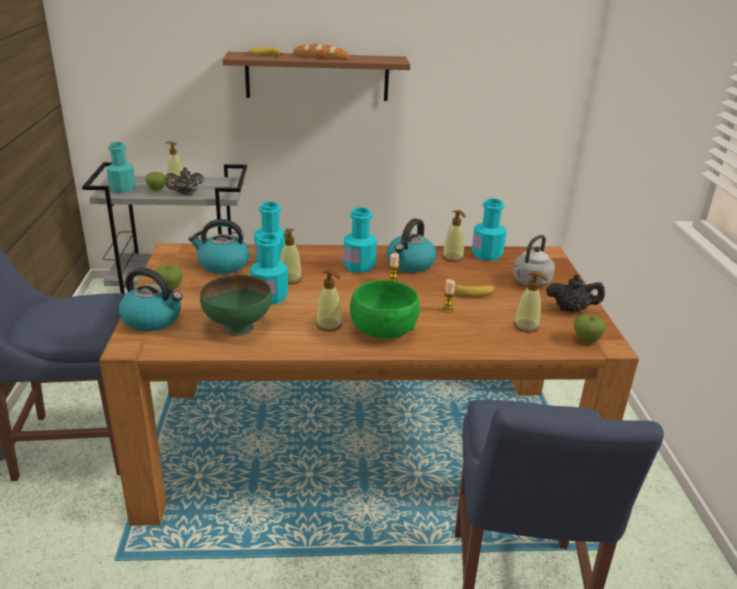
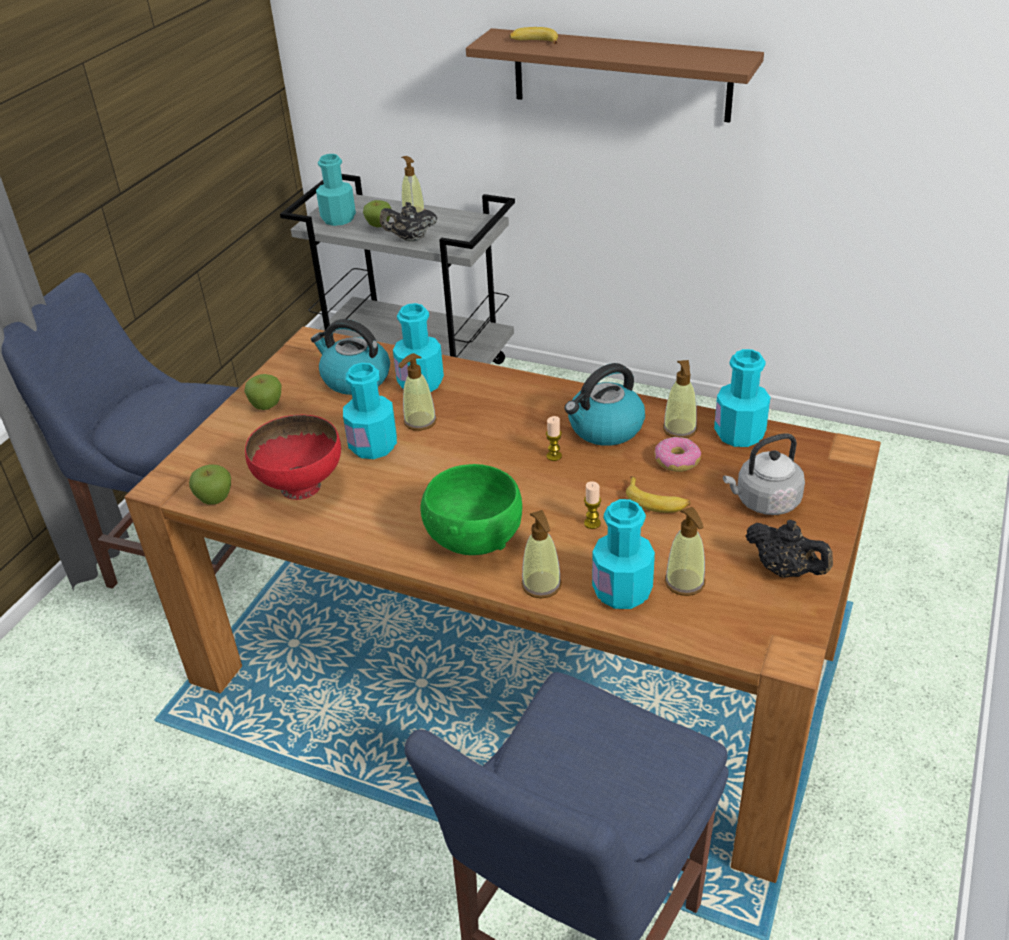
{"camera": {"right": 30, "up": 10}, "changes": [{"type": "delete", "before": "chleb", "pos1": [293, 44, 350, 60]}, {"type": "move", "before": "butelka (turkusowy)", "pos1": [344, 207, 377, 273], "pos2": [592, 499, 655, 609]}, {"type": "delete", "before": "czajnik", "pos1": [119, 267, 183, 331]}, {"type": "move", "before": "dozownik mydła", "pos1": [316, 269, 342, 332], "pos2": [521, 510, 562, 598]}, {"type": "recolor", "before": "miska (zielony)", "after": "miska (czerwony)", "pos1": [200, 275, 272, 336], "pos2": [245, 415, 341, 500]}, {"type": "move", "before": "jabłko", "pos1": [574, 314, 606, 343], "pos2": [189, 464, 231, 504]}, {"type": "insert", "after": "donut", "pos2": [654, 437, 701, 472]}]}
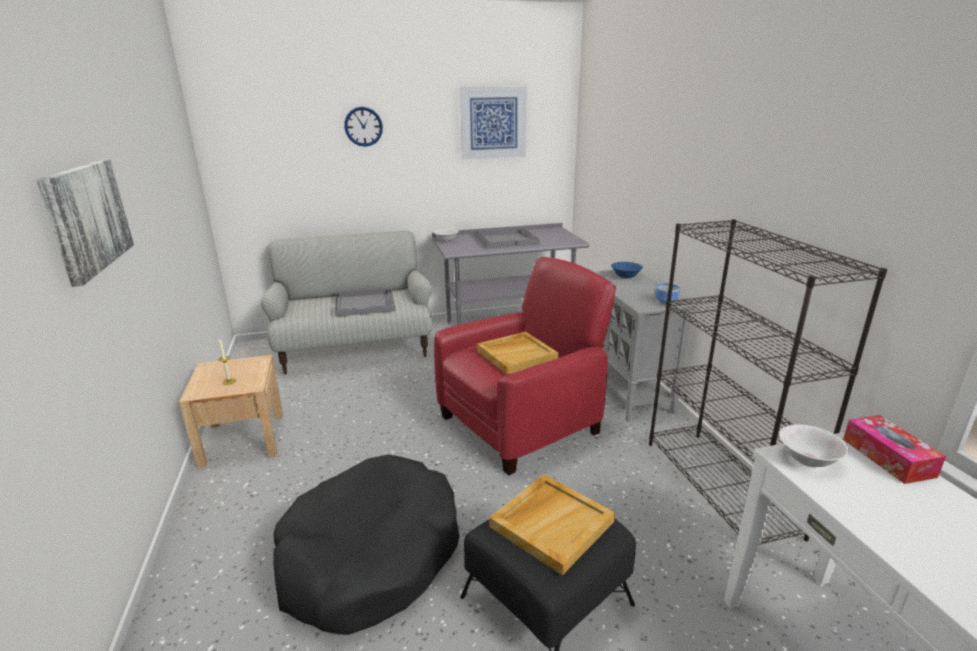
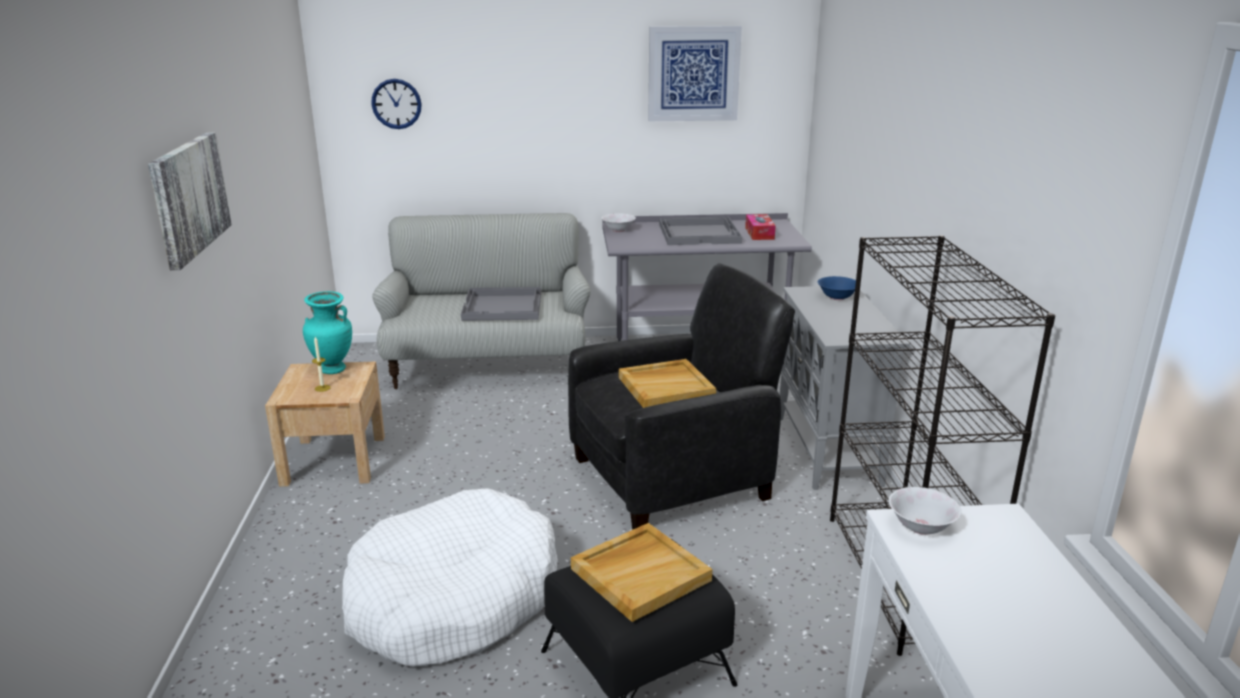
{"camera": {"right": 10, "up": 0}, "changes": [{"type": "move", "before": "zegar ścienny", "pos1": [344, 107, 383, 147], "pos2": [371, 79, 422, 129]}, {"type": "recolor", "before": "fotel (czerwony)", "after": "fotel (czarny)", "pos1": [434, 257, 616, 475], "pos2": [568, 263, 795, 529]}, {"type": "delete", "before": "miska", "pos1": [655, 283, 680, 304]}, {"type": "move", "before": "pudełko chusteczek", "pos1": [843, 415, 946, 484], "pos2": [745, 214, 776, 240]}, {"type": "recolor", "before": "legowisko (czarny)", "after": "legowisko (biały)", "pos1": [273, 454, 459, 635], "pos2": [342, 488, 558, 667]}, {"type": "insert", "after": "wazon (turkusowy)", "pos2": [303, 291, 352, 374]}]}
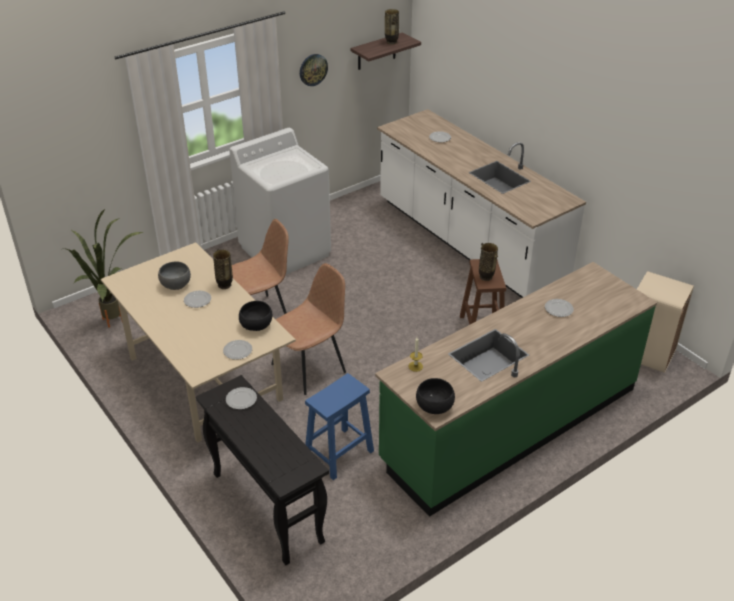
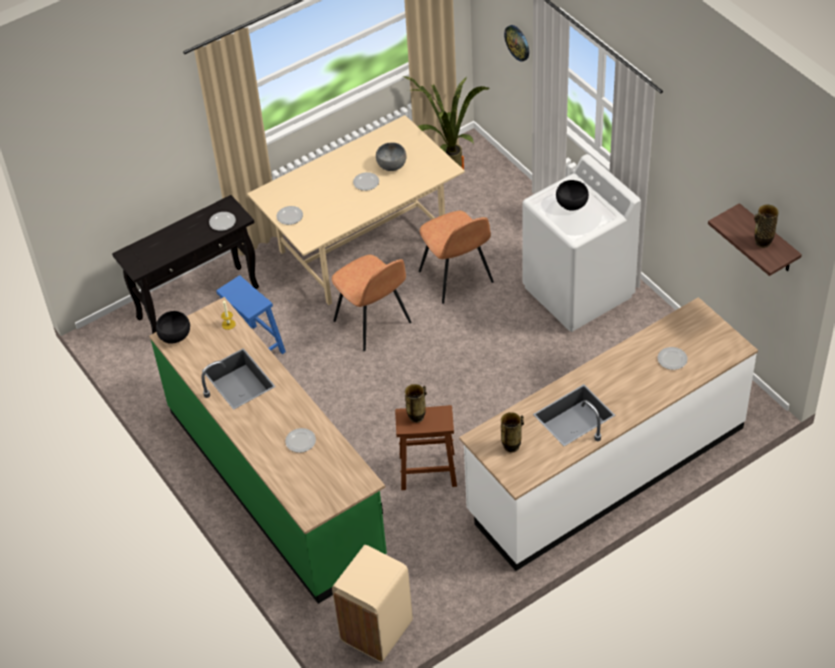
{"camera": {"right": 95, "up": 10}, "changes": [{"type": "move", "before": "zegar ścienny", "pos1": [300, 54, 328, 86], "pos2": [504, 25, 529, 62]}, {"type": "move", "before": "wazon", "pos1": [213, 249, 233, 289], "pos2": [501, 412, 524, 453]}, {"type": "move", "before": "miska (czarny)", "pos1": [239, 301, 272, 331], "pos2": [556, 180, 589, 211]}]}
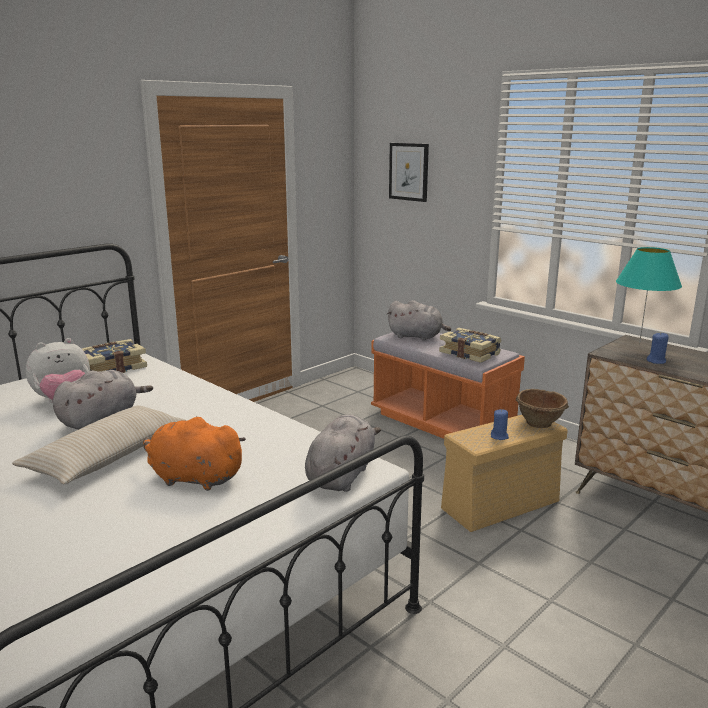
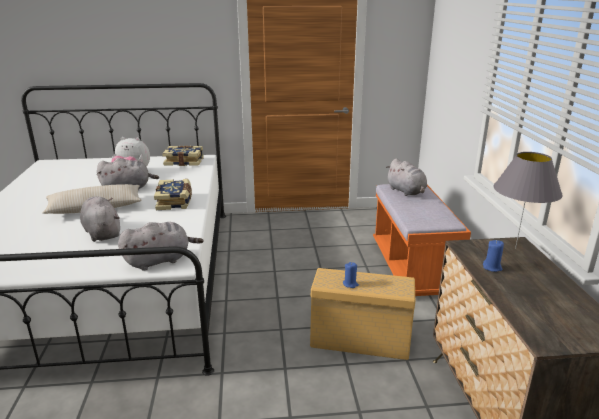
{"camera": {"right": 40, "up": 5}, "changes": [{"type": "delete", "before": "obraz", "pos1": [389, 143, 429, 202]}, {"type": "recolor", "before": "lampa stołowa (turkusowy)", "after": "lampa stołowa (szary)", "pos1": [616, 247, 682, 345], "pos2": [494, 152, 563, 249]}, {"type": "move", "before": "książka", "pos1": [439, 328, 501, 363], "pos2": [154, 179, 192, 210]}, {"type": "delete", "before": "miska (brązowy)", "pos1": [516, 389, 569, 428]}, {"type": "recolor", "before": "pluszak (pomarańczowy)", "after": "pluszak (szary)", "pos1": [143, 417, 246, 491], "pos2": [80, 196, 120, 242]}]}
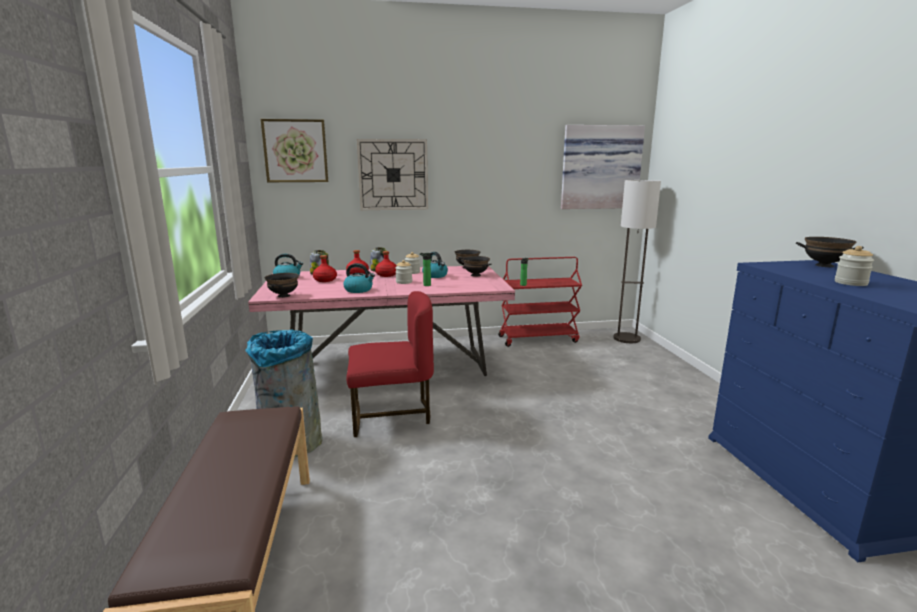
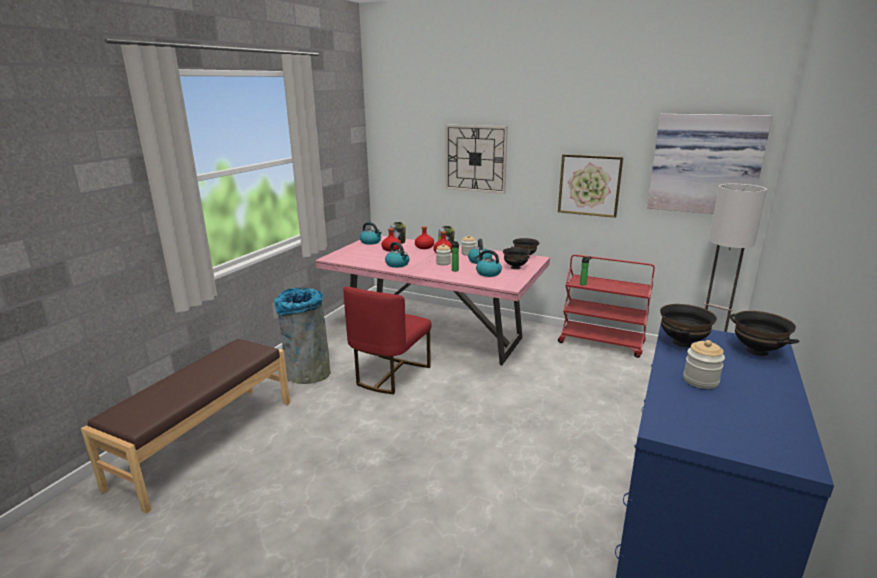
{"camera": {"right": 35, "up": 5}, "changes": [{"type": "move", "before": "obraz", "pos1": [261, 119, 328, 182], "pos2": [558, 154, 623, 218]}, {"type": "move", "before": "miska (czarny)", "pos1": [265, 273, 299, 298], "pos2": [660, 304, 717, 347]}, {"type": "rotate", "before": "krzesło (czerwony)", "pos1": [346, 291, 434, 437], "pos2": [344, 286, 431, 394], "turn": 90}, {"type": "insert", "after": "czajnik", "pos2": [474, 250, 502, 277]}]}
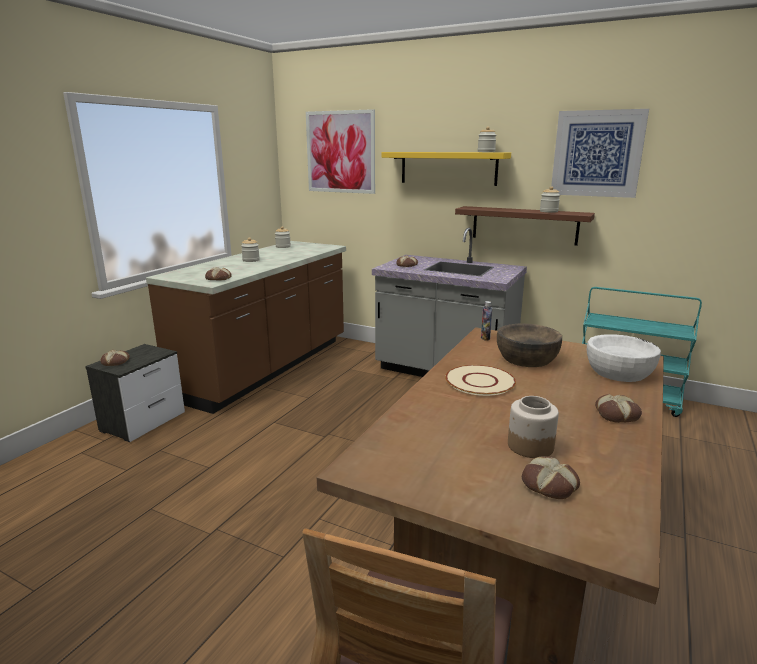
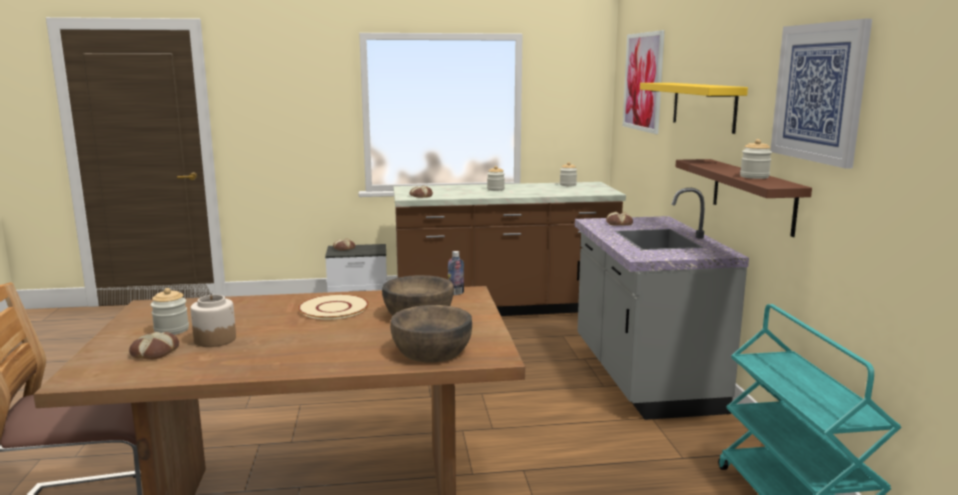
{"camera": {"right": 55, "up": -5}, "changes": [{"type": "move", "before": "słoik", "pos1": [478, 126, 496, 152], "pos2": [151, 288, 189, 335]}, {"type": "recolor", "before": "miska (biały)", "after": "miska (brązowy)", "pos1": [587, 334, 661, 382], "pos2": [390, 305, 472, 363]}, {"type": "delete", "before": "chleb", "pos1": [595, 394, 642, 423]}]}
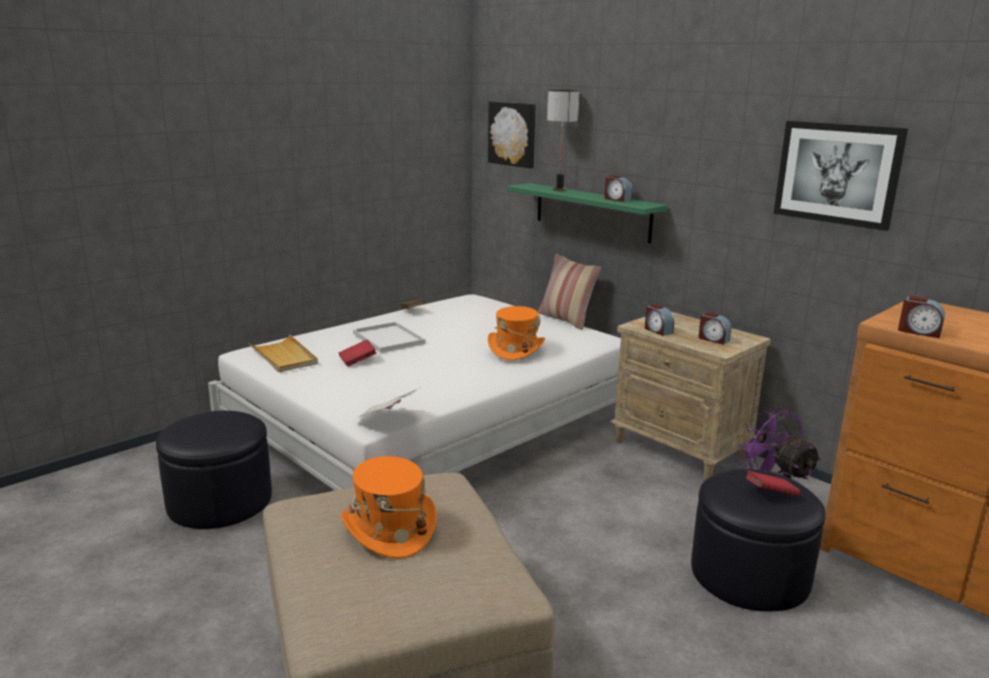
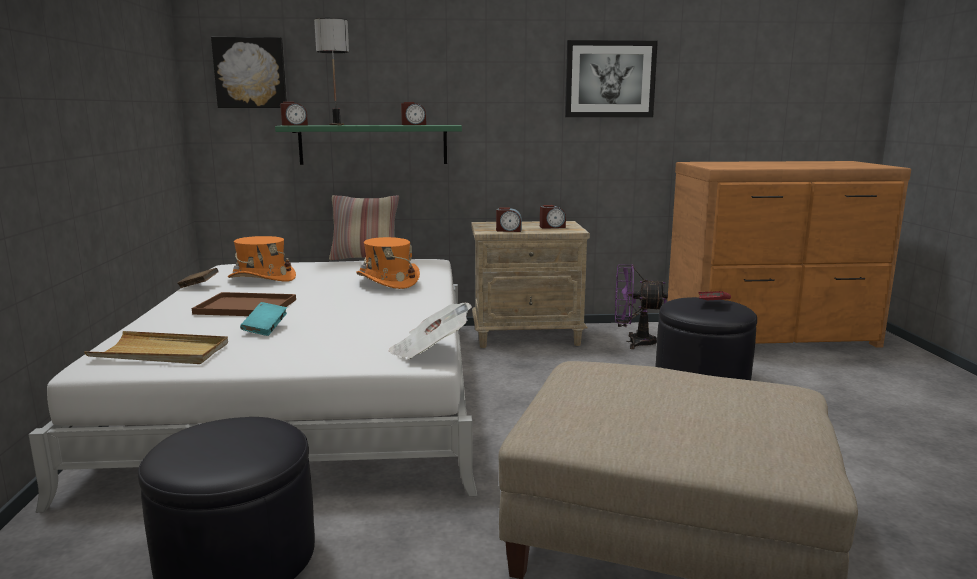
{"camera": {"right": -50, "up": -5}, "changes": [{"type": "move", "before": "budzik", "pos1": [898, 296, 945, 338], "pos2": [280, 102, 308, 126]}, {"type": "recolor", "before": "taca (biały)", "after": "taca (brązowy)", "pos1": [353, 322, 425, 353], "pos2": [192, 292, 296, 316]}, {"type": "recolor", "before": "książka (czerwony)", "after": "książka (turkusowy)", "pos1": [339, 340, 376, 367], "pos2": [240, 302, 287, 336]}, {"type": "move", "before": "kapelusz (pomarańczowy)", "pos1": [341, 456, 437, 559], "pos2": [228, 236, 296, 282]}]}
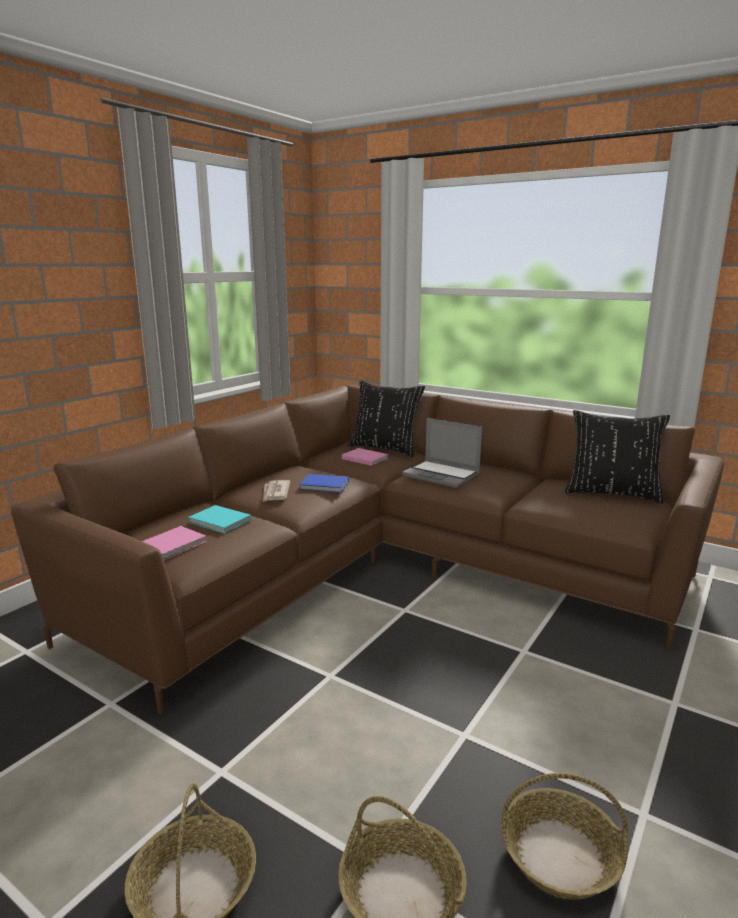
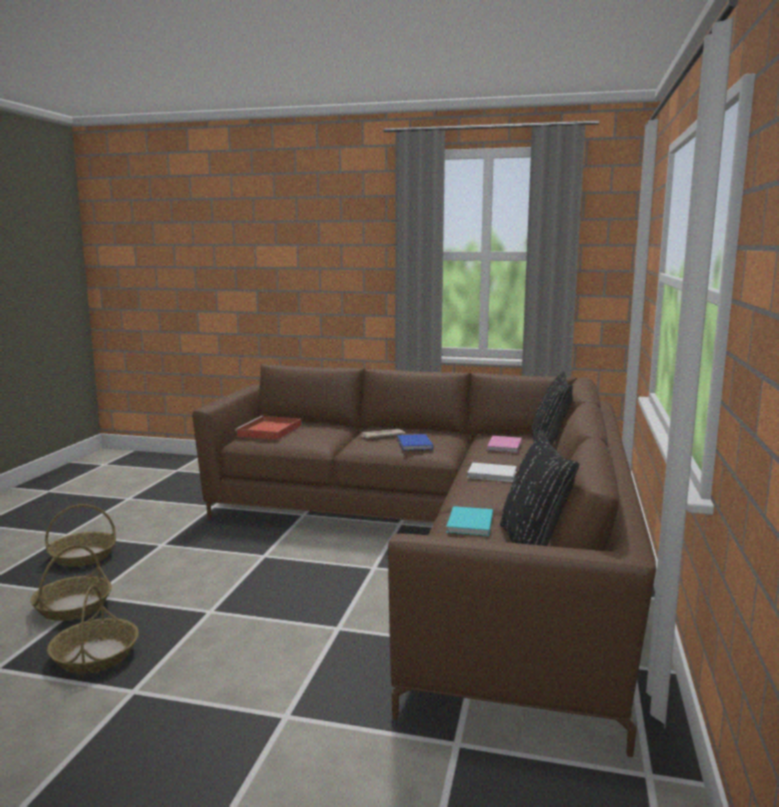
{"camera": {"right": 70, "up": -5}, "changes": [{"type": "replace", "before": "laptop", "after": "książka (biały)", "pos1": [402, 418, 482, 488], "pos2": [467, 463, 517, 482]}, {"type": "move", "before": "książka (turkusowy)", "pos1": [188, 505, 251, 534], "pos2": [446, 506, 493, 536]}, {"type": "replace", "before": "książka (różowy)", "after": "taca (czerwony)", "pos1": [142, 526, 207, 560], "pos2": [235, 416, 301, 440]}]}
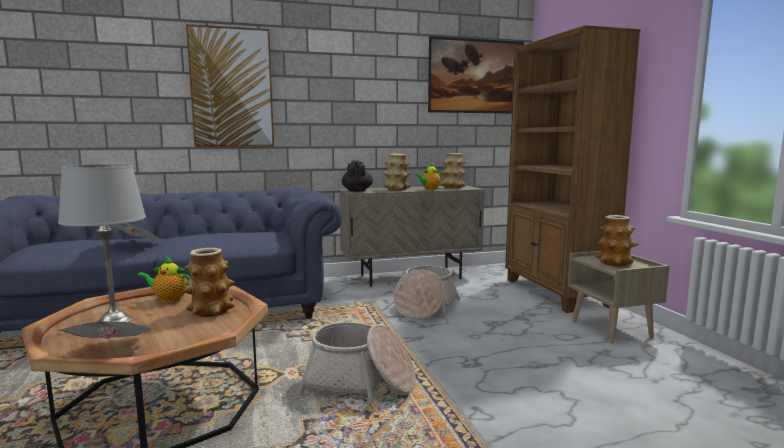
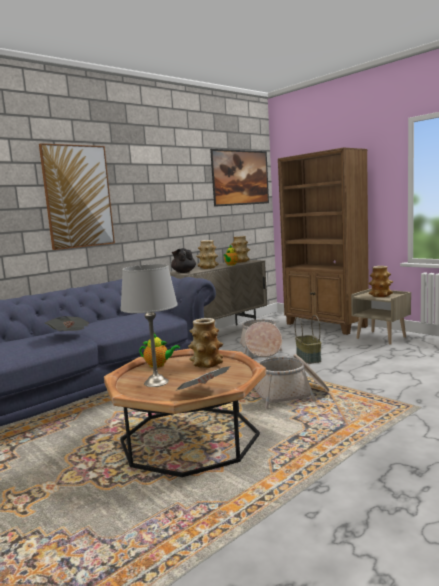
{"camera": {"right": -25, "up": 0}, "changes": [{"type": "rotate", "before": "imbryk", "pos1": [137, 257, 191, 303], "pos2": [139, 332, 180, 368], "turn": -150}, {"type": "insert", "after": "koszyk", "pos2": [294, 315, 321, 364]}]}
